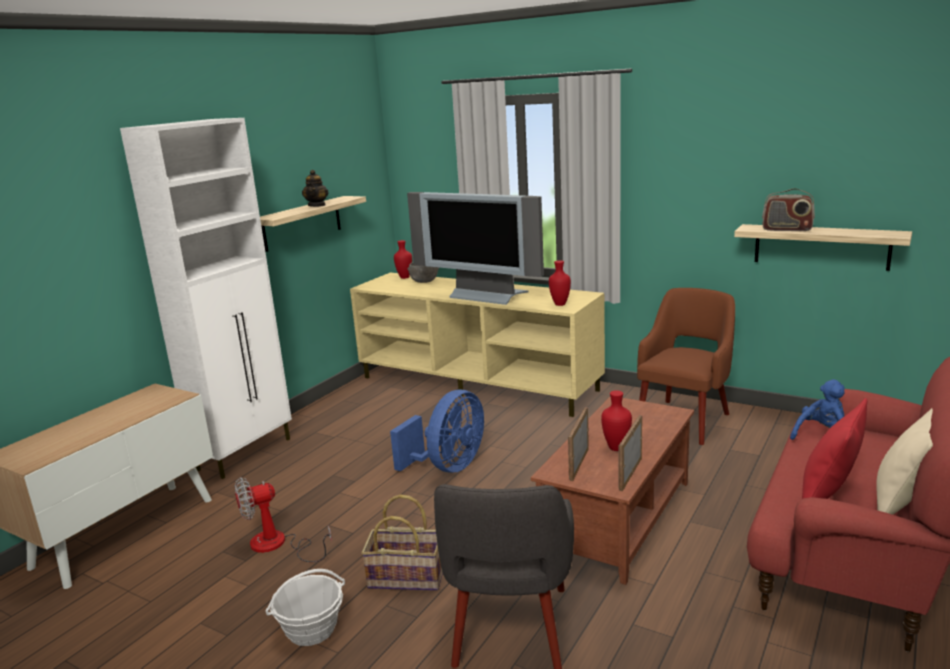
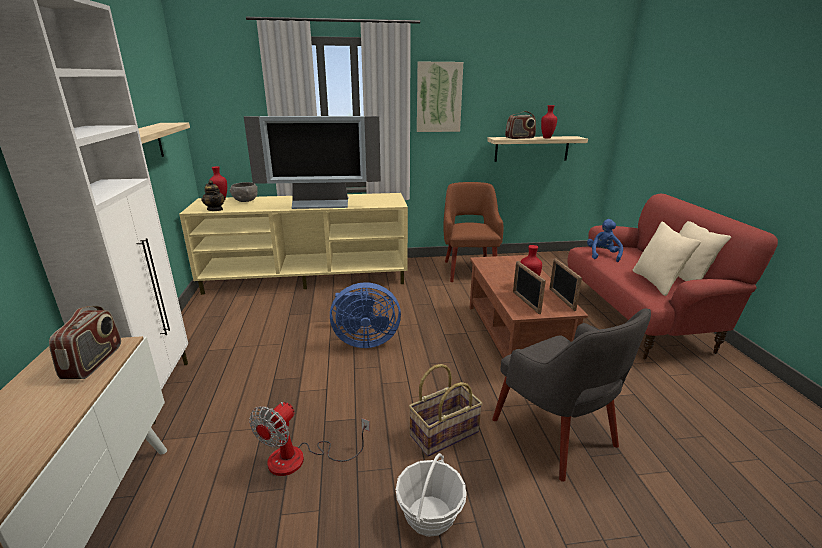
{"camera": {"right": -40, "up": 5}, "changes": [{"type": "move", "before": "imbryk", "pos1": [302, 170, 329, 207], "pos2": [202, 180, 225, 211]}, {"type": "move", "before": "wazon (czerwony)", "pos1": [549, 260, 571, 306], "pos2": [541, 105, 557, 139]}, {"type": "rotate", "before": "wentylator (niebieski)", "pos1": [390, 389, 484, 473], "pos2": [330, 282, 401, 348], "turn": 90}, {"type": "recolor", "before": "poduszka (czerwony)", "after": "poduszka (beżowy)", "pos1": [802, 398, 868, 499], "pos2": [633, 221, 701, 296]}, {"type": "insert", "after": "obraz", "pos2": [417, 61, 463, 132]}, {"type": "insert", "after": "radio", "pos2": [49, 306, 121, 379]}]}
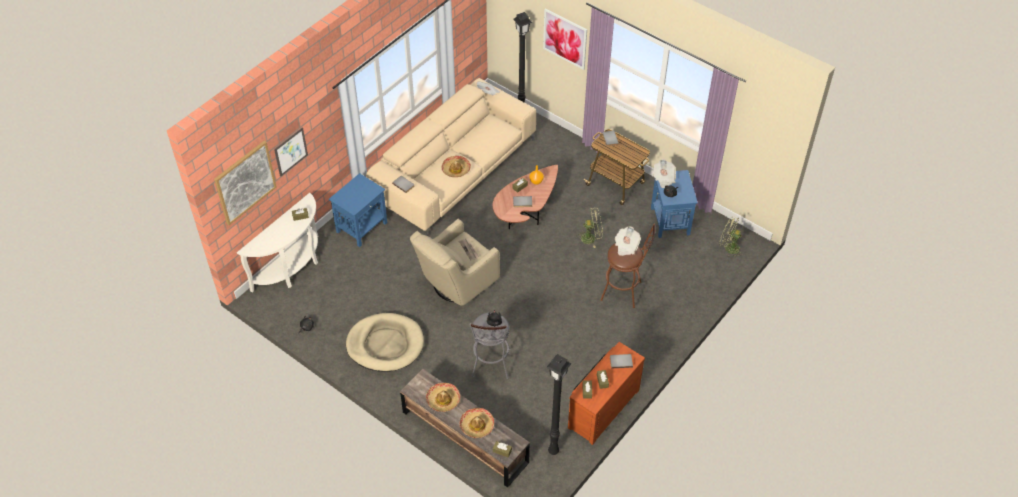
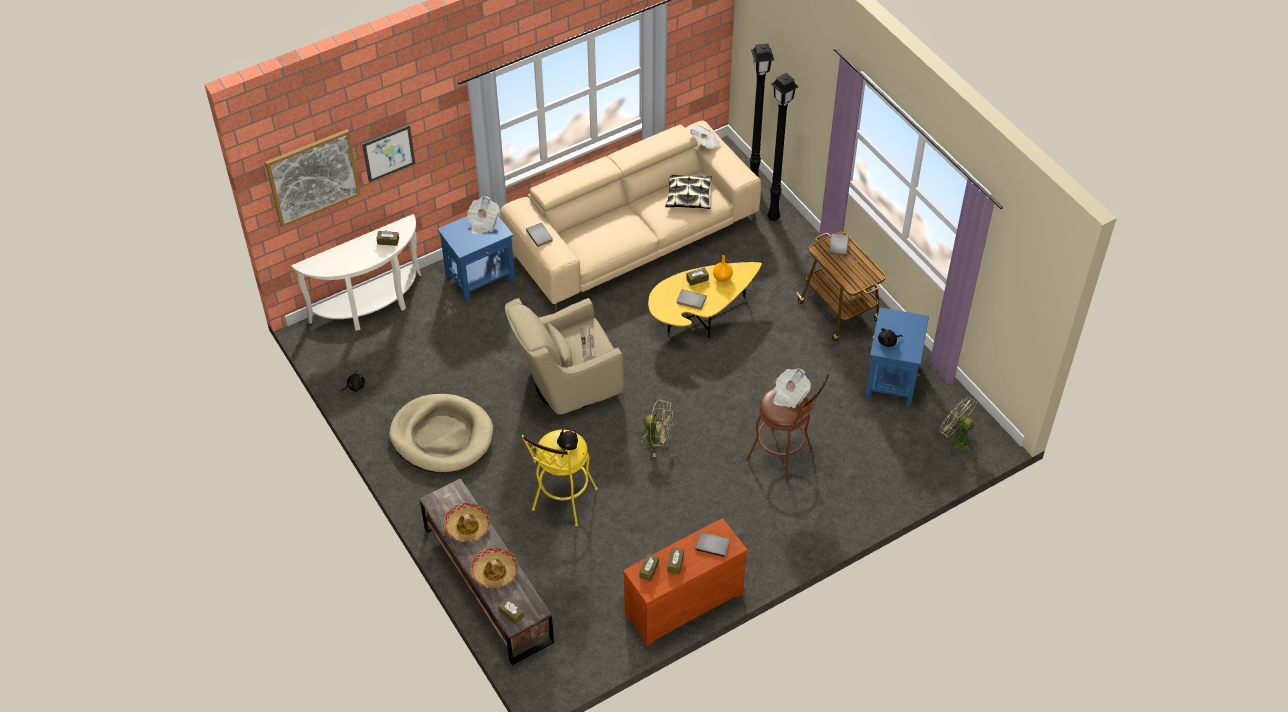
{"camera": {"right": 20, "up": 0}, "changes": [{"type": "delete", "before": "obraz", "pos1": [543, 9, 587, 70]}, {"type": "delete", "before": "kapelusz", "pos1": [442, 156, 471, 177]}, {"type": "move", "before": "gazeta", "pos1": [653, 159, 676, 188], "pos2": [467, 196, 500, 234]}, {"type": "recolor", "before": "ława (brązowy)", "after": "ława (żółty)", "pos1": [493, 165, 558, 229], "pos2": [648, 262, 762, 337]}, {"type": "move", "before": "wentylator (zielony)", "pos1": [576, 208, 603, 248], "pos2": [636, 399, 673, 457]}, {"type": "recolor", "before": "stołek (szary)", "after": "stołek (żółty)", "pos1": [470, 312, 511, 379], "pos2": [522, 430, 598, 527]}, {"type": "move", "before": "lampa stojąca (czarny)", "pos1": [546, 354, 571, 455], "pos2": [767, 73, 798, 221]}, {"type": "insert", "after": "poduszka", "pos2": [665, 175, 712, 209]}]}
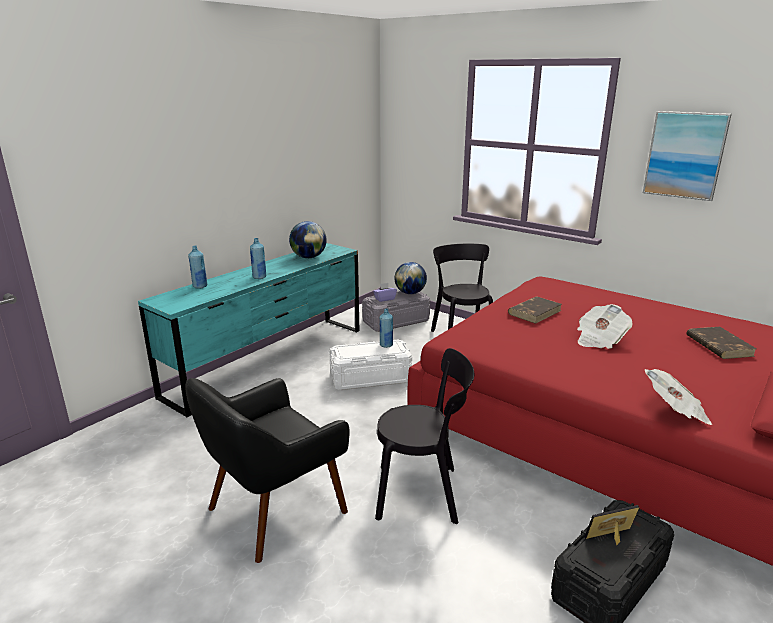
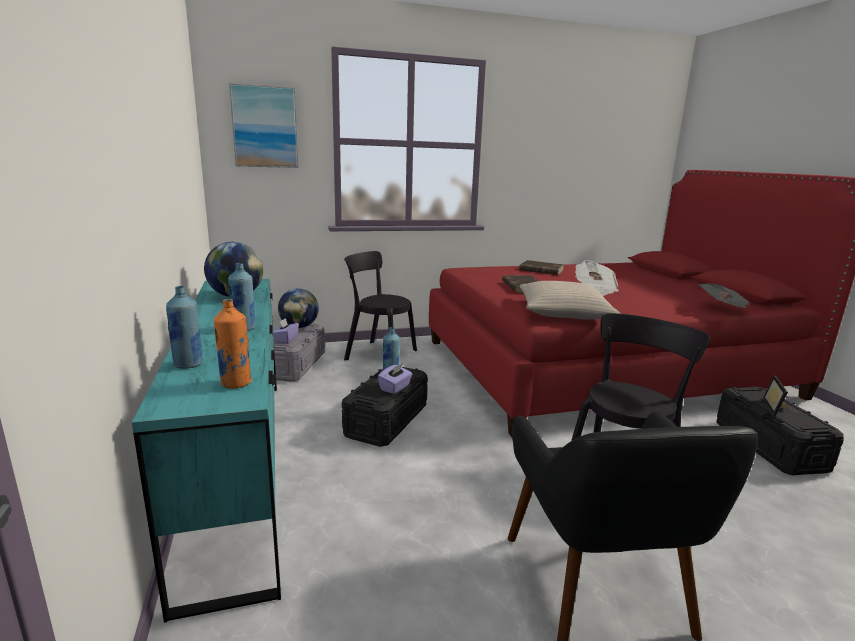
{"camera": {"right": -55, "up": -5}, "changes": [{"type": "move", "before": "obraz", "pos1": [643, 111, 732, 201], "pos2": [229, 83, 299, 168]}, {"type": "move", "before": "książka (brązowy)", "pos1": [687, 327, 757, 359], "pos2": [519, 260, 564, 275]}, {"type": "recolor", "before": "pojemnik do przechowywania (biały)", "after": "pojemnik do przechowywania (czarny)", "pos1": [329, 340, 412, 390], "pos2": [342, 367, 428, 447]}, {"type": "insert", "after": "poduszka (beżowy)", "pos2": [520, 281, 621, 320]}, {"type": "insert", "after": "butelka (pomarańczowy)", "pos2": [214, 299, 252, 389]}, {"type": "insert", "after": "pudełko chusteczek (fioletowy)", "pos2": [378, 363, 412, 394]}]}
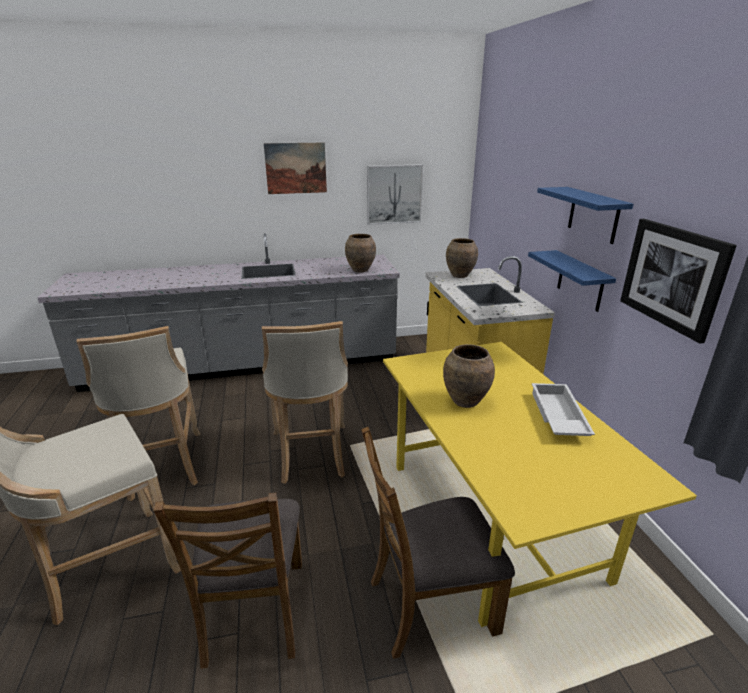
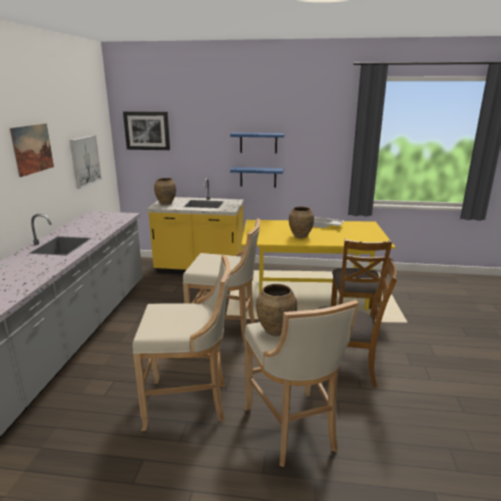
{"camera": {"right": -70, "up": -5}, "changes": [{"type": "move", "before": "obraz", "pos1": [620, 219, 737, 343], "pos2": [123, 111, 170, 150]}, {"type": "move", "before": "wazon (brązowy)", "pos1": [345, 234, 376, 273], "pos2": [256, 284, 297, 336]}]}
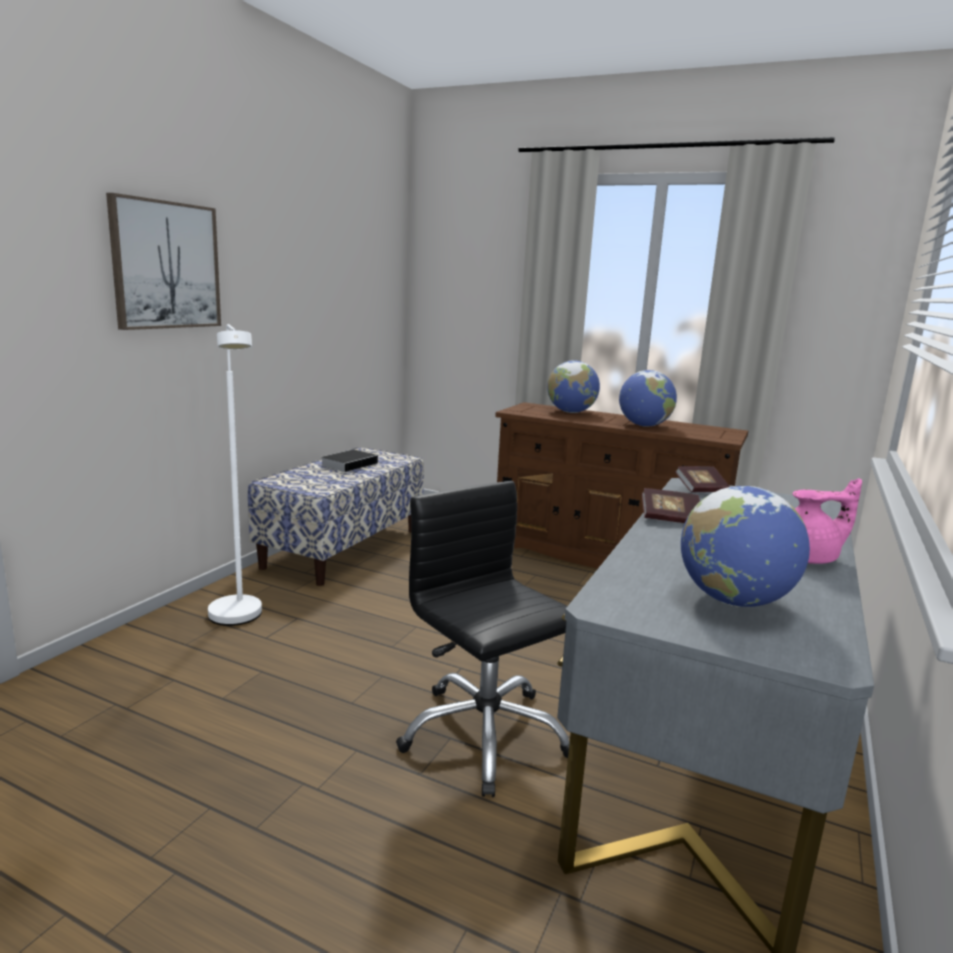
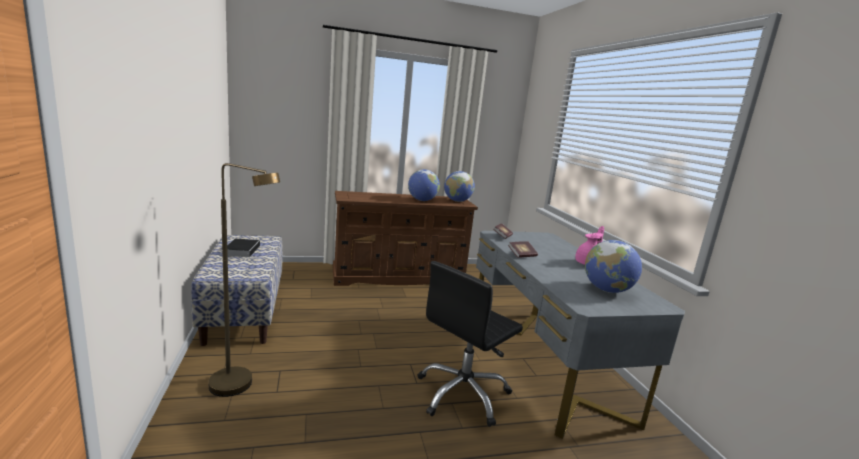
{"camera": {"right": -40, "up": 0}, "changes": [{"type": "delete", "before": "obraz", "pos1": [106, 193, 221, 330]}, {"type": "recolor", "before": "lampa stojąca (biały)", "after": "lampa stojąca (brązowy)", "pos1": [208, 324, 262, 626], "pos2": [208, 163, 280, 397]}, {"type": "move", "before": "globus", "pos1": [547, 360, 600, 413], "pos2": [444, 171, 475, 202]}, {"type": "rotate", "before": "krzesło biurowe (czarny)", "pos1": [396, 481, 570, 797], "pos2": [418, 261, 523, 427], "turn": -60}]}
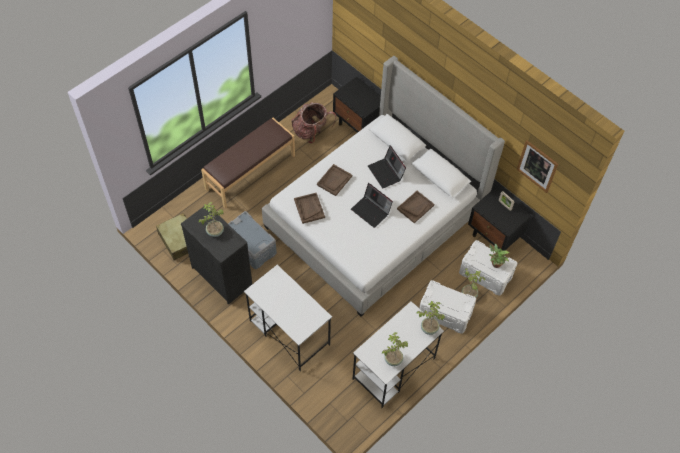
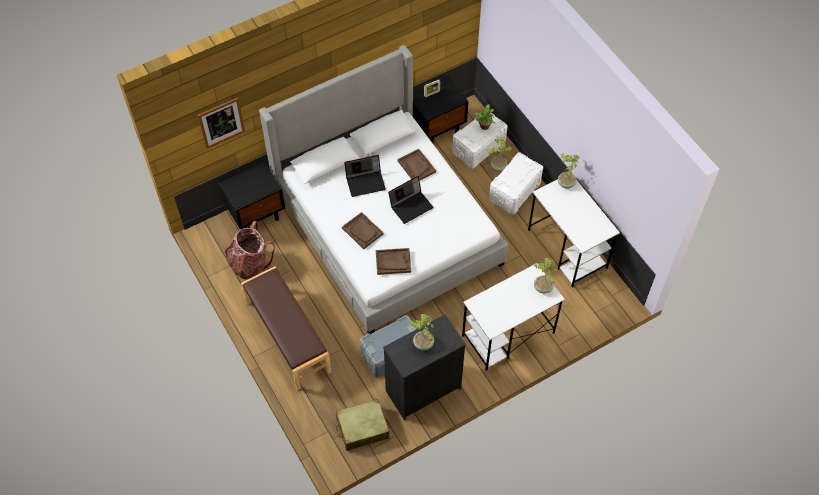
{"camera": {"right": -75, "up": 0}, "changes": [{"type": "move", "before": "obraz", "pos1": [517, 140, 558, 193], "pos2": [198, 97, 245, 149]}, {"type": "move", "before": "roślina doniczkowa", "pos1": [382, 332, 408, 366], "pos2": [533, 258, 556, 293]}]}
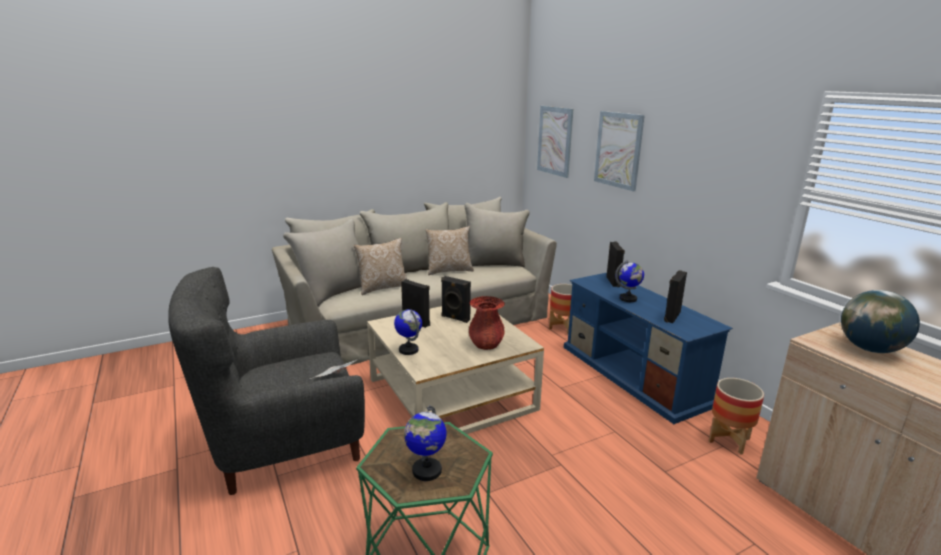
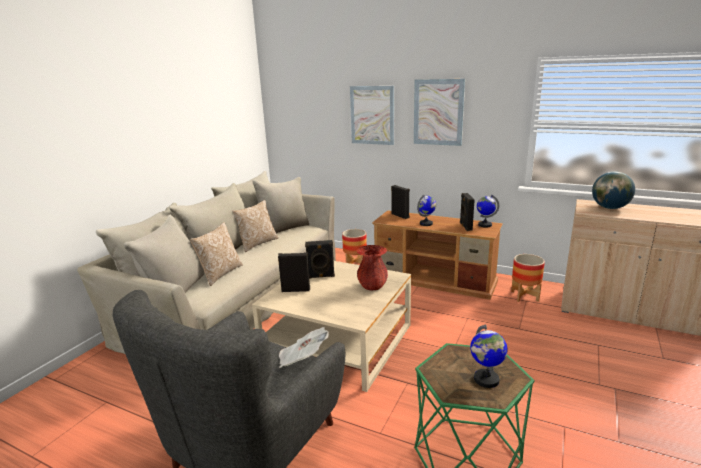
{"camera": {"right": -35, "up": 0}, "changes": [{"type": "move", "before": "obraz", "pos1": [537, 106, 573, 178], "pos2": [414, 79, 465, 146]}, {"type": "recolor", "before": "szafka pod telewizor (niebieski)", "after": "szafka pod telewizor (brązowy)", "pos1": [564, 273, 733, 424], "pos2": [372, 210, 503, 300]}, {"type": "move", "before": "globus", "pos1": [394, 309, 422, 355], "pos2": [477, 195, 499, 228]}]}
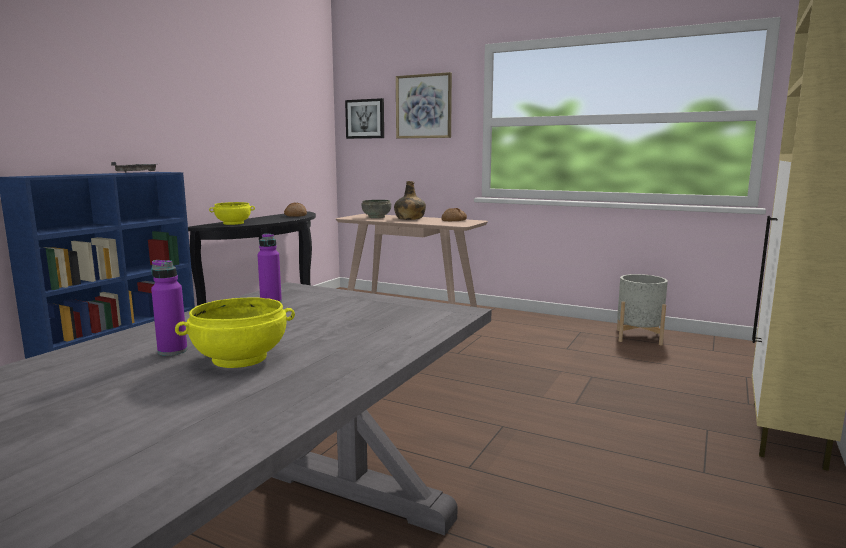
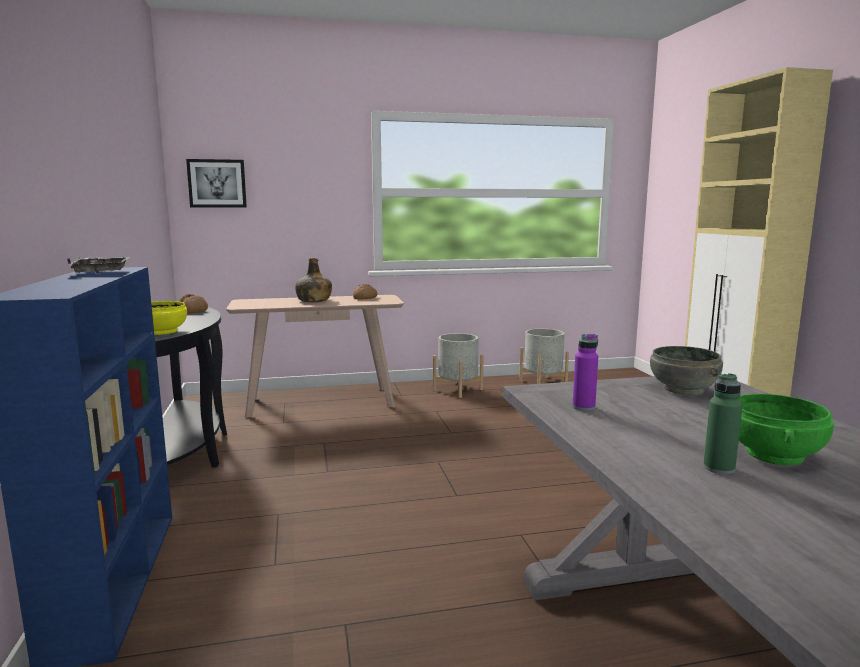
{"camera": {"right": -40, "up": 0}, "changes": [{"type": "delete", "before": "obraz", "pos1": [396, 72, 452, 139]}, {"type": "move", "before": "miska (szary)", "pos1": [362, 200, 391, 218], "pos2": [650, 346, 723, 395]}, {"type": "recolor", "before": "butelka (fioletowy)", "after": "butelka (zielony)", "pos1": [151, 260, 187, 356], "pos2": [703, 373, 743, 475]}, {"type": "recolor", "before": "miska (żółty)", "after": "miska (zielony)", "pos1": [175, 297, 295, 368], "pos2": [739, 394, 834, 465]}, {"type": "insert", "after": "donica (szary)", "pos2": [433, 333, 484, 398]}]}
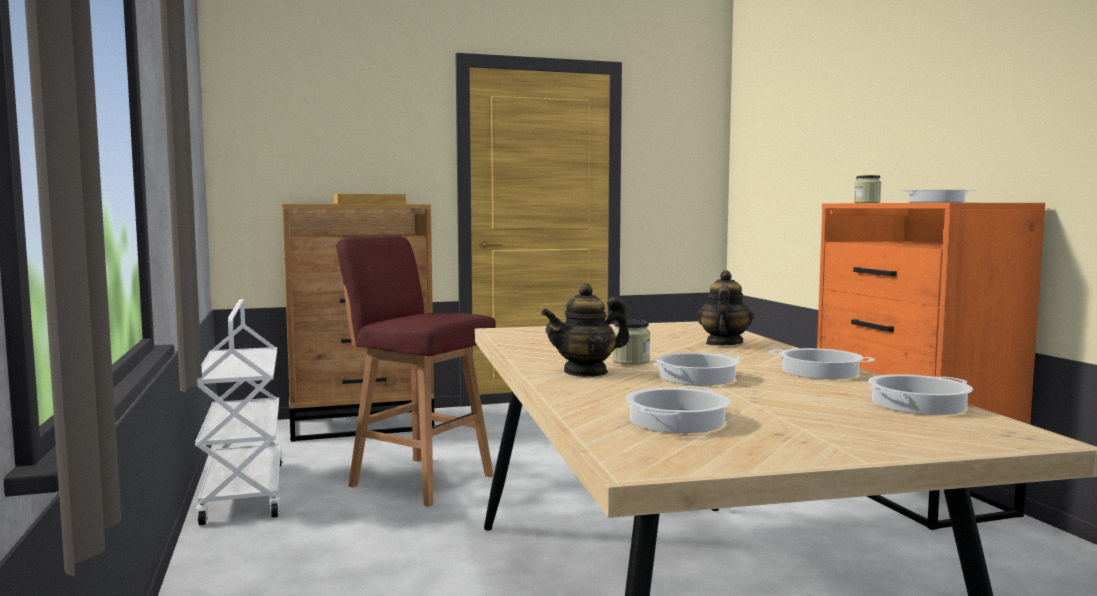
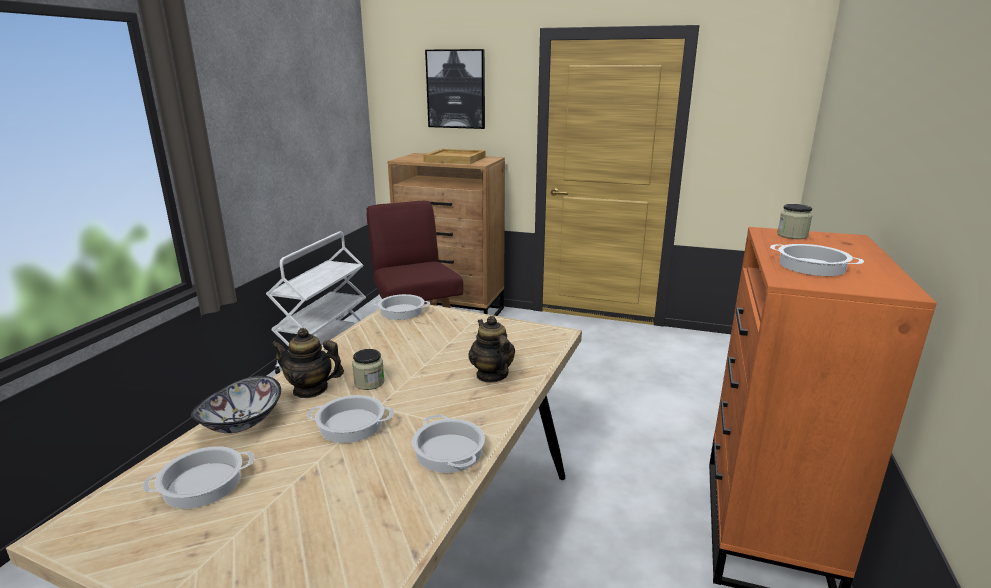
{"camera": {"right": 35, "up": 15}, "changes": [{"type": "rotate", "before": "imbryk", "pos1": [697, 270, 754, 346], "pos2": [469, 316, 515, 383], "turn": -75}, {"type": "move", "before": "garnek", "pos1": [868, 374, 973, 415], "pos2": [372, 294, 430, 320]}, {"type": "insert", "after": "obraz", "pos2": [425, 49, 485, 129]}, {"type": "insert", "after": "miska", "pos2": [191, 376, 281, 433]}]}
